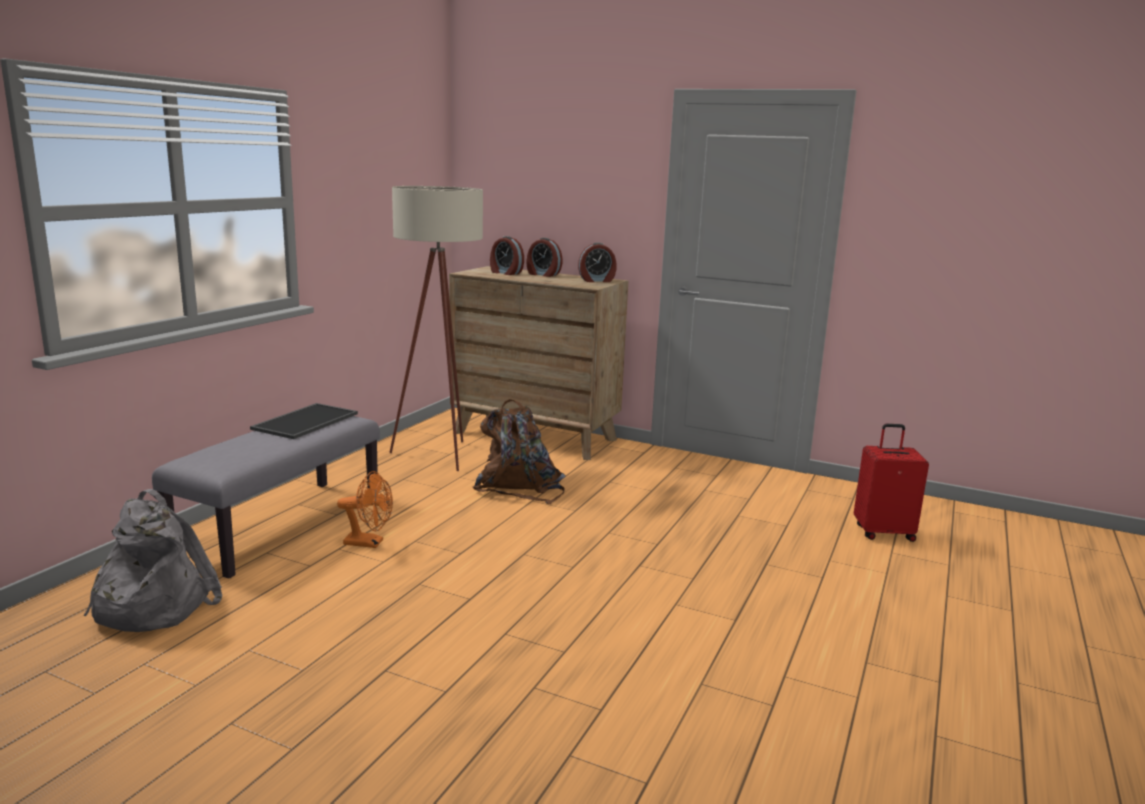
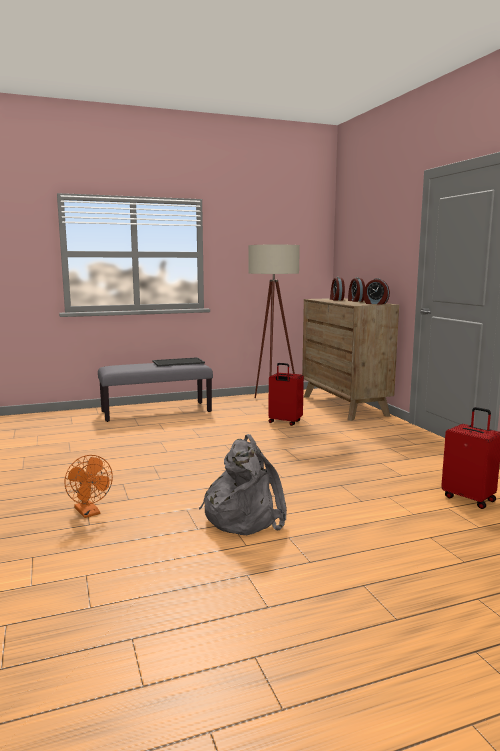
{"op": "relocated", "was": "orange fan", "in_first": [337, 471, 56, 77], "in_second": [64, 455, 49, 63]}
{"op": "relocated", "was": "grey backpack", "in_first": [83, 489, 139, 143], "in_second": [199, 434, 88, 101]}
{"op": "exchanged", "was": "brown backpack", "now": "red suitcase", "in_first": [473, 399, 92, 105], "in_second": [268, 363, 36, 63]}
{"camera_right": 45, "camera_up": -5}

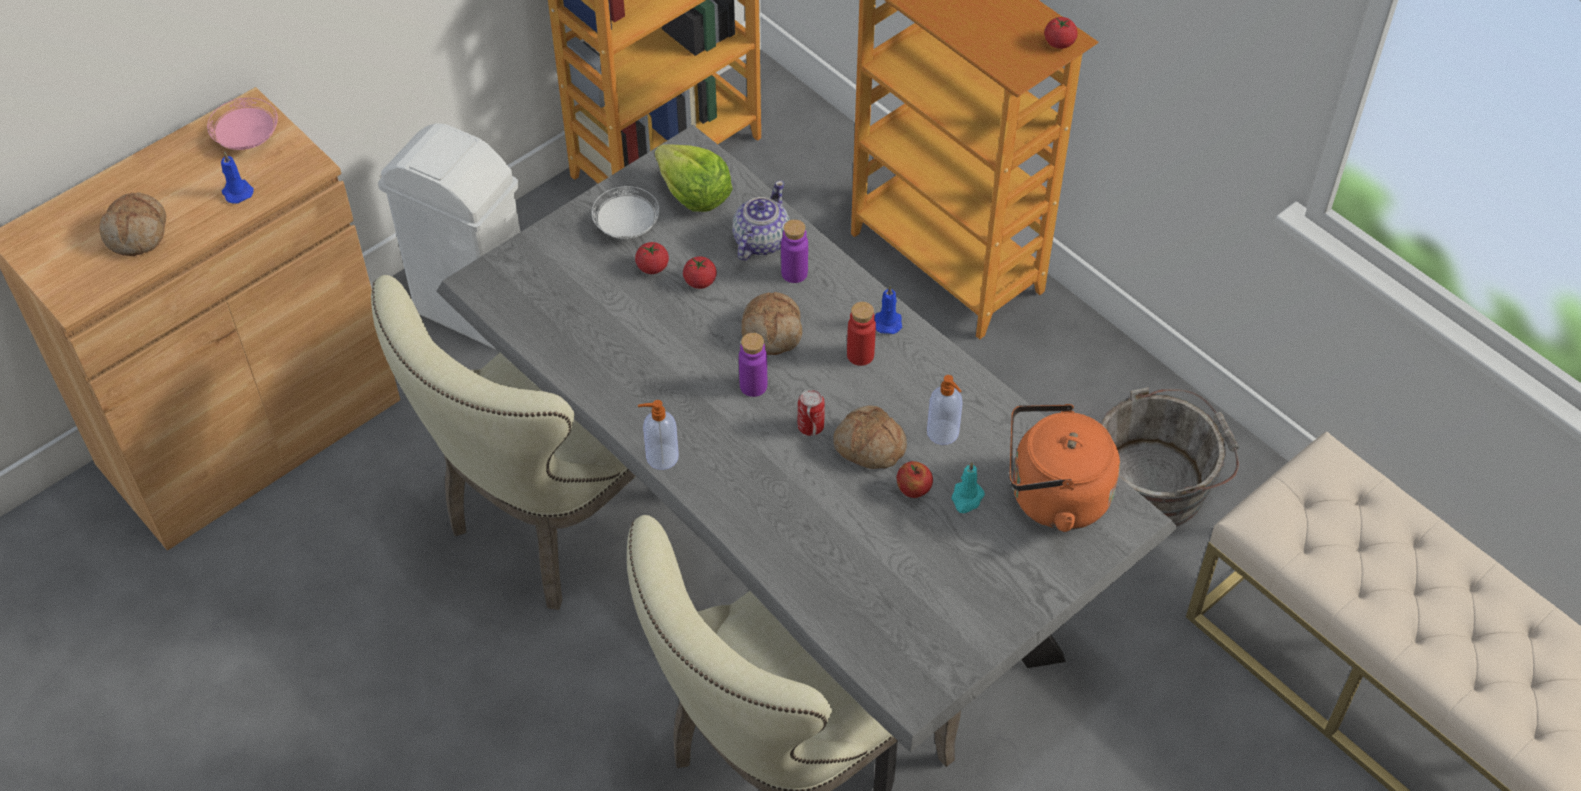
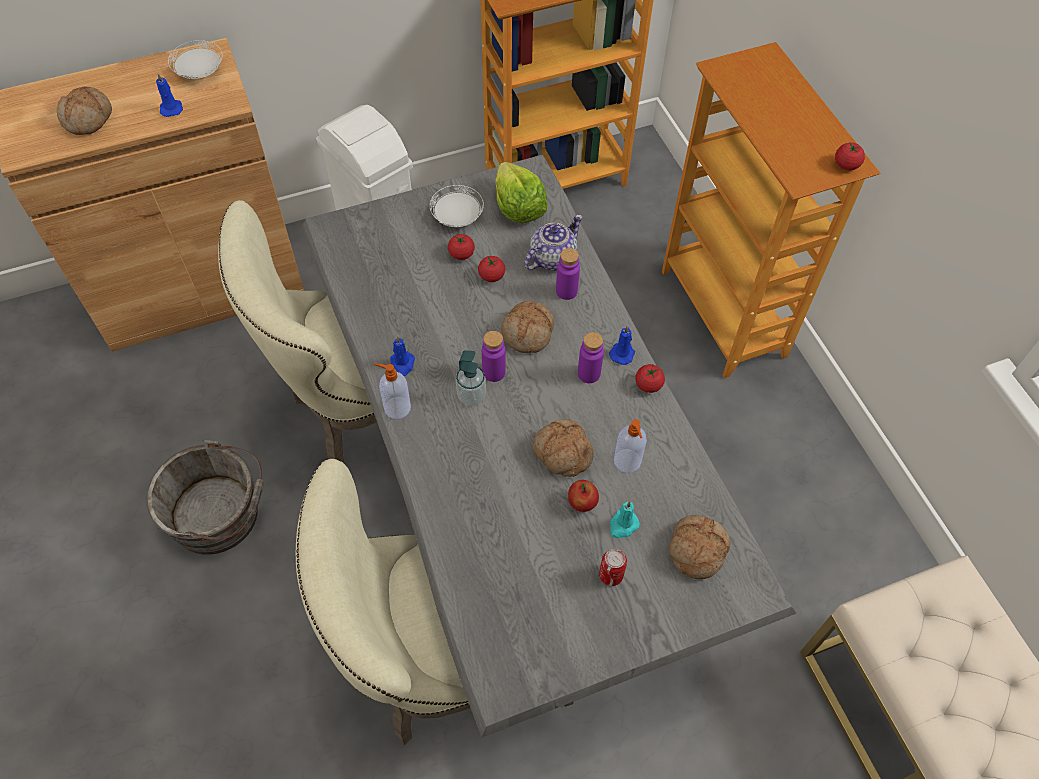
{"op": "relocated", "was": "grey bucket", "in_first": [1100, 387, 139, 139], "in_second": [146, 440, 119, 115]}
{"op": "colour", "was": "pink plate", "now": "white plate", "in_first": [207, 98, 71, 52], "in_second": [168, 40, 55, 39]}
{"op": "appeared", "now": "blue candle", "in_second": [390, 336, 25, 40]}
{"op": "appeared", "now": "soap dispenser", "in_second": [456, 350, 30, 56]}
{"op": "colour", "was": "red bottle", "now": "purple bottle", "in_first": [847, 302, 29, 64], "in_second": [578, 332, 26, 51]}
{"op": "relocated", "was": "can", "in_first": [798, 389, 27, 47], "in_second": [599, 549, 28, 37]}
{"op": "appeared", "now": "tomato", "in_second": [635, 364, 30, 29]}
{"op": "exchanged", "was": "orange kettle", "now": "bread", "in_first": [1010, 404, 110, 128], "in_second": [669, 515, 62, 64]}
{"camera_right": 20, "camera_up": 5}

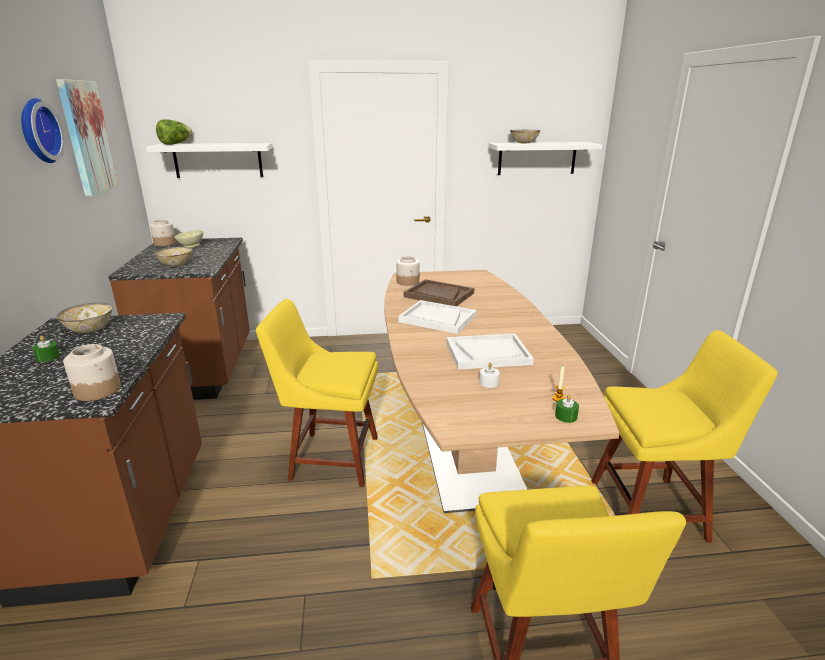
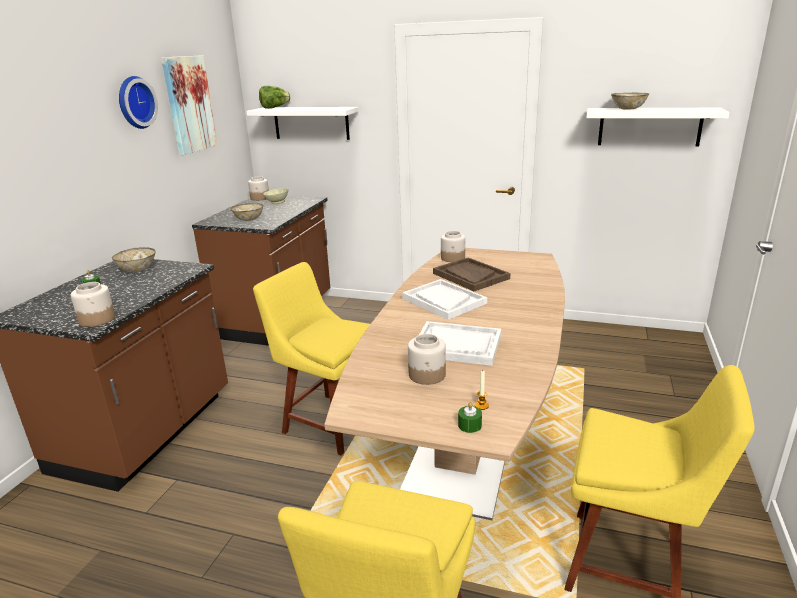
{"op": "exchanged", "was": "white candle", "now": "jar", "in_first": [479, 363, 20, 25], "in_second": [408, 334, 38, 51]}
{"camera_right": 25, "camera_up": 0}

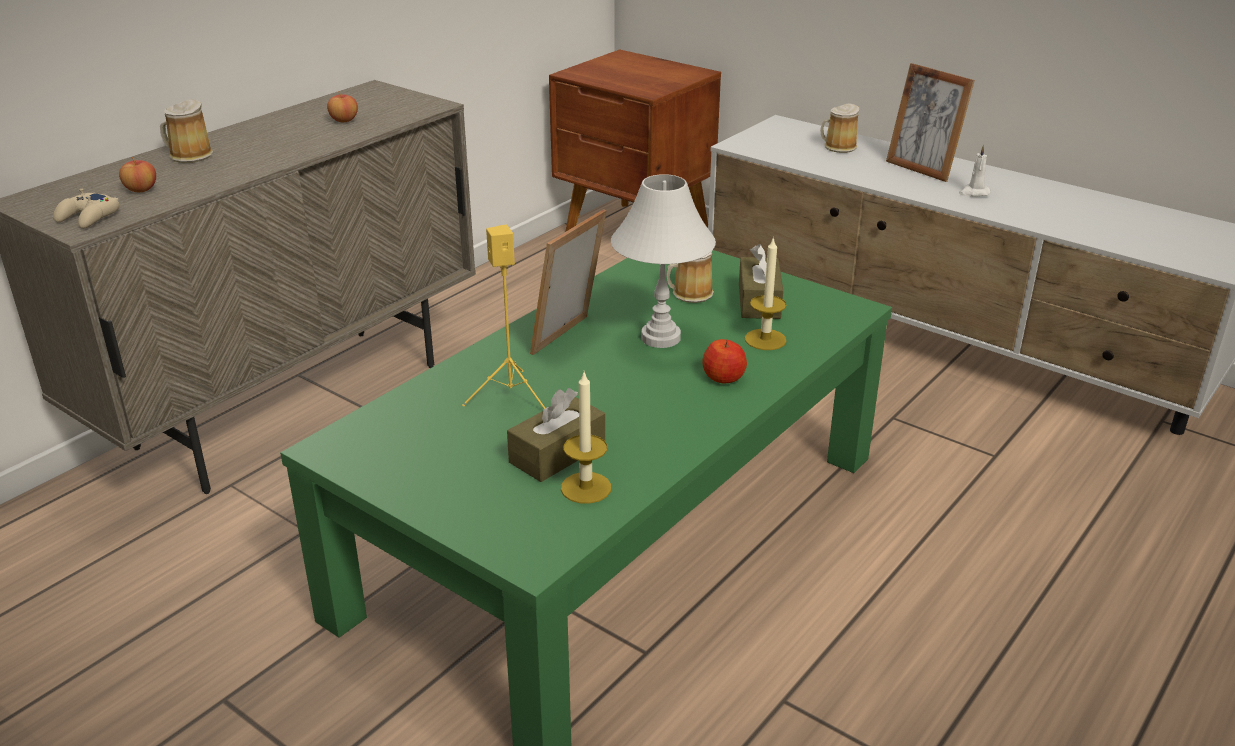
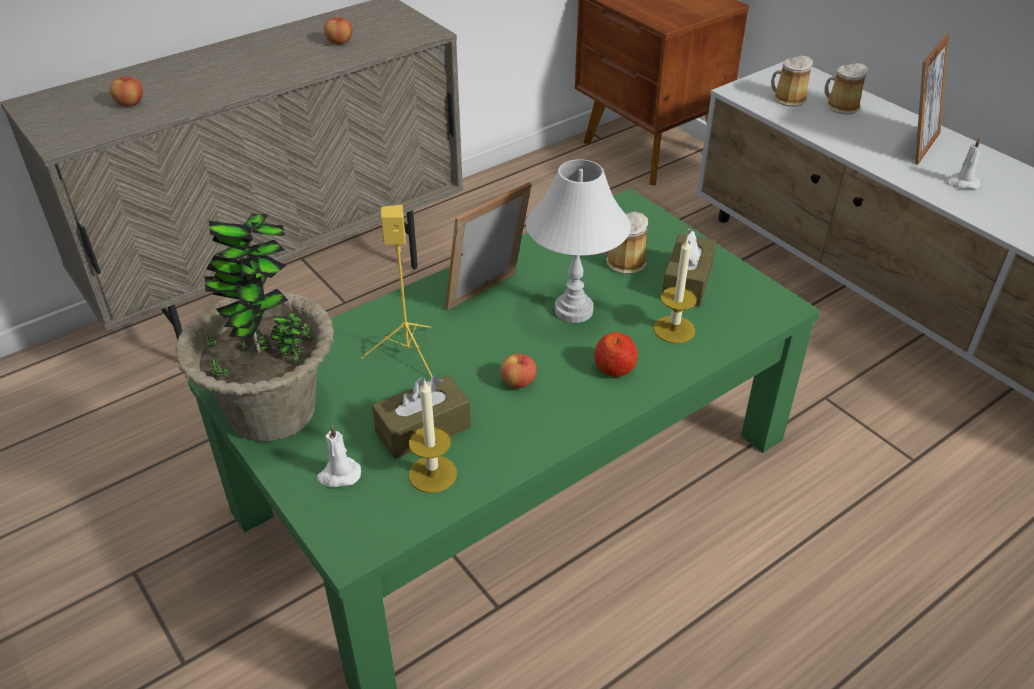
{"op": "appeared", "now": "potted plant", "in_second": [175, 214, 159, 227]}
{"op": "appeared", "now": "white candle", "in_second": [316, 424, 45, 64]}
{"op": "appeared", "now": "apple", "in_second": [501, 354, 36, 34]}
{"op": "relocated", "was": "mug", "in_first": [160, 99, 53, 64], "in_second": [771, 55, 42, 52]}
{"op": "spun", "was": "picture frame", "in_first": [886, 63, 89, 119], "in_second": [915, 34, 34, 130], "clockwise": -120}
{"op": "missing", "was": "beige game controller", "in_first": [53, 188, 67, 41]}
{"camera_right": 15, "camera_up": 10}

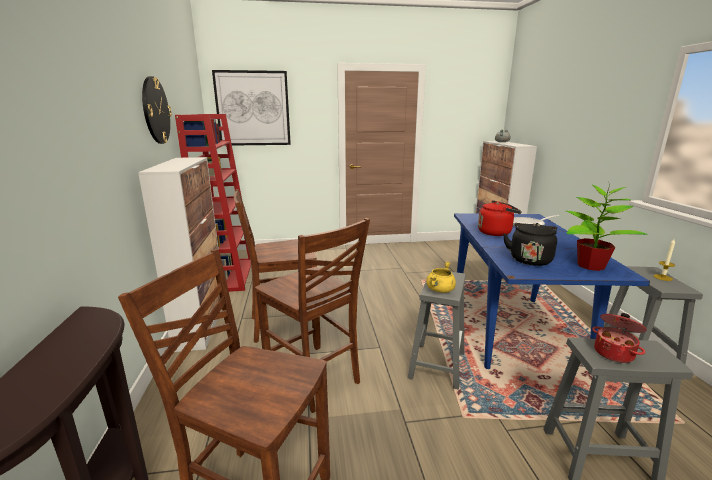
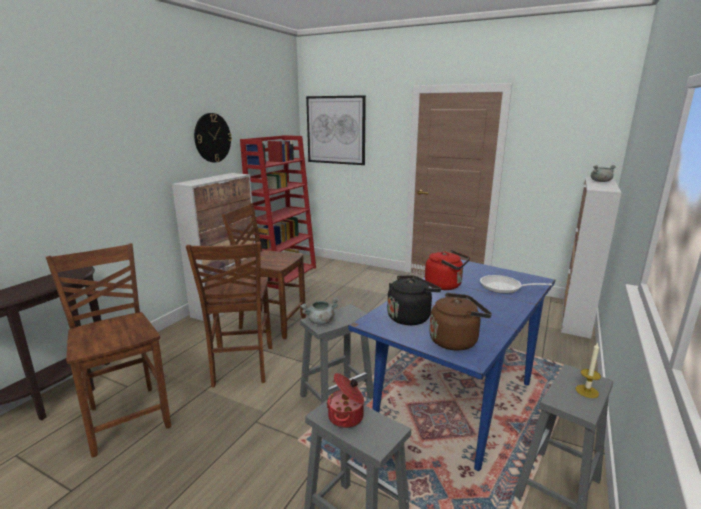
{"op": "colour", "was": "yellow cooking pot", "now": "grey cooking pot", "in_first": [426, 261, 30, 32], "in_second": [300, 297, 39, 28]}
{"op": "exchanged", "was": "potted plant", "now": "brown kettle", "in_first": [566, 185, 82, 86], "in_second": [429, 293, 63, 58]}
{"camera_right": 35, "camera_up": 0}

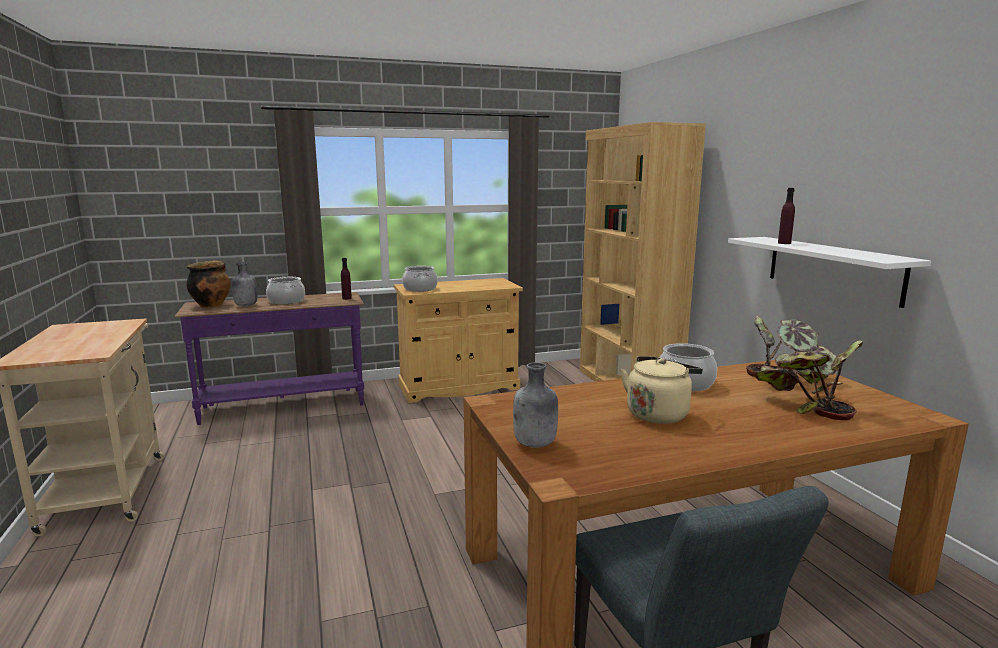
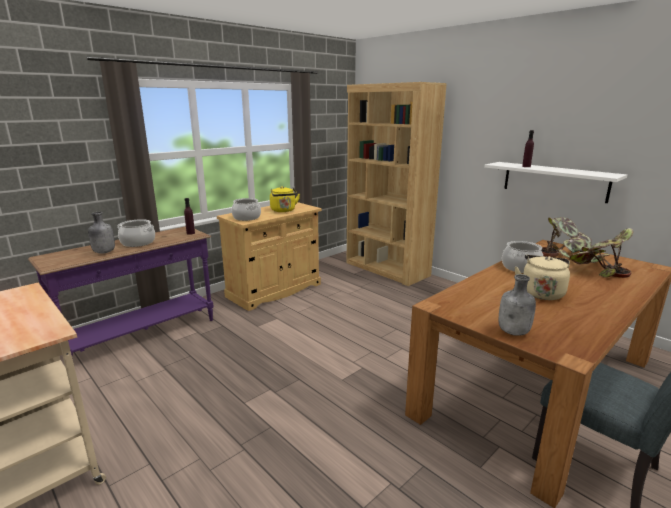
{"op": "appeared", "now": "yellow kettle", "in_second": [270, 186, 30, 26]}
{"op": "missing", "was": "cooking pot", "in_first": [186, 260, 44, 48]}
{"camera_right": -25, "camera_up": 5}

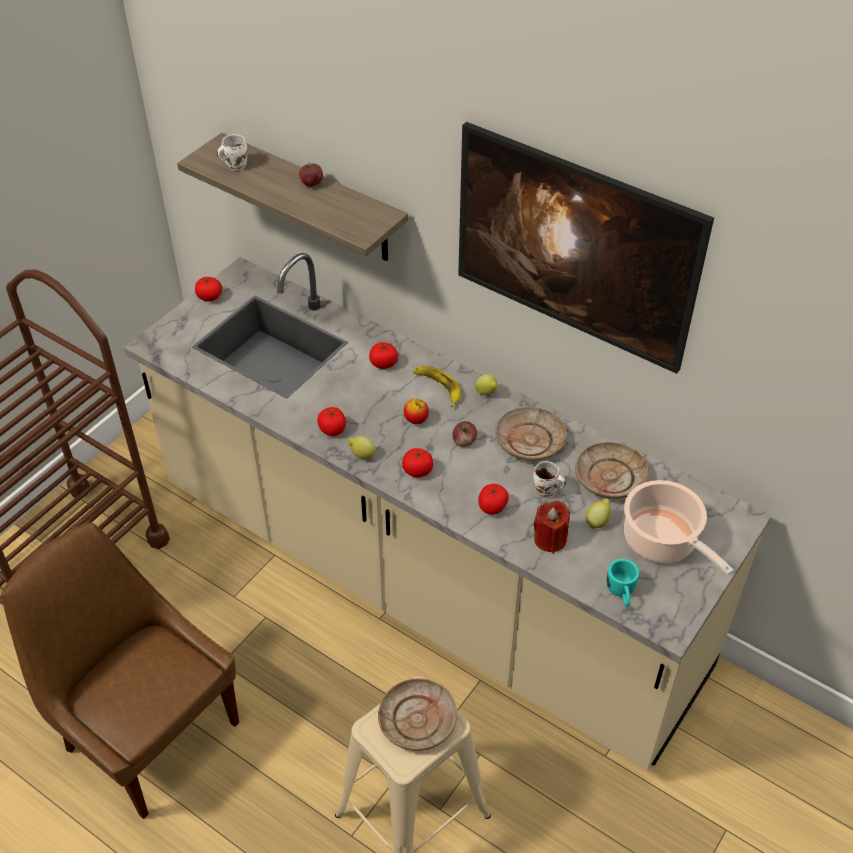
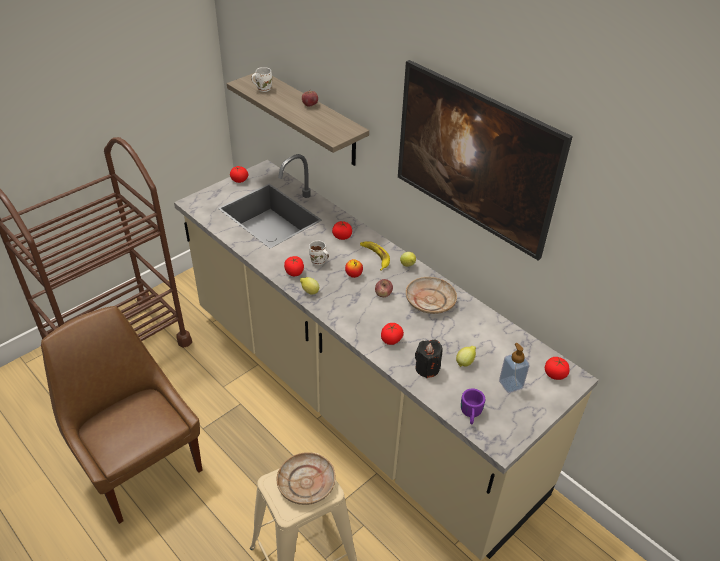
{"op": "relocated", "was": "white mug", "in_first": [533, 461, 33, 37], "in_second": [309, 240, 20, 25]}
{"op": "colour", "was": "red candle", "now": "black candle", "in_first": [534, 501, 36, 52], "in_second": [415, 340, 28, 38]}
{"op": "colour", "was": "turquoise mug", "now": "purple mug", "in_first": [607, 559, 32, 48], "in_second": [461, 389, 24, 35]}
{"op": "exchanged", "was": "cooking pot", "now": "soap dispenser", "in_first": [624, 480, 110, 96], "in_second": [499, 343, 31, 50]}
{"op": "relocated", "was": "tomato", "in_first": [402, 448, 31, 29], "in_second": [545, 357, 24, 23]}
{"op": "missing", "was": "beige plate", "in_first": [575, 442, 74, 57]}
{"camera_right": 10, "camera_up": -5}

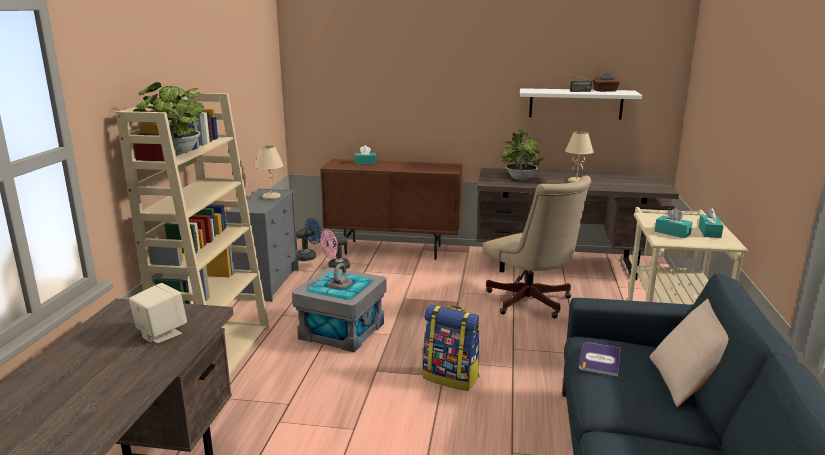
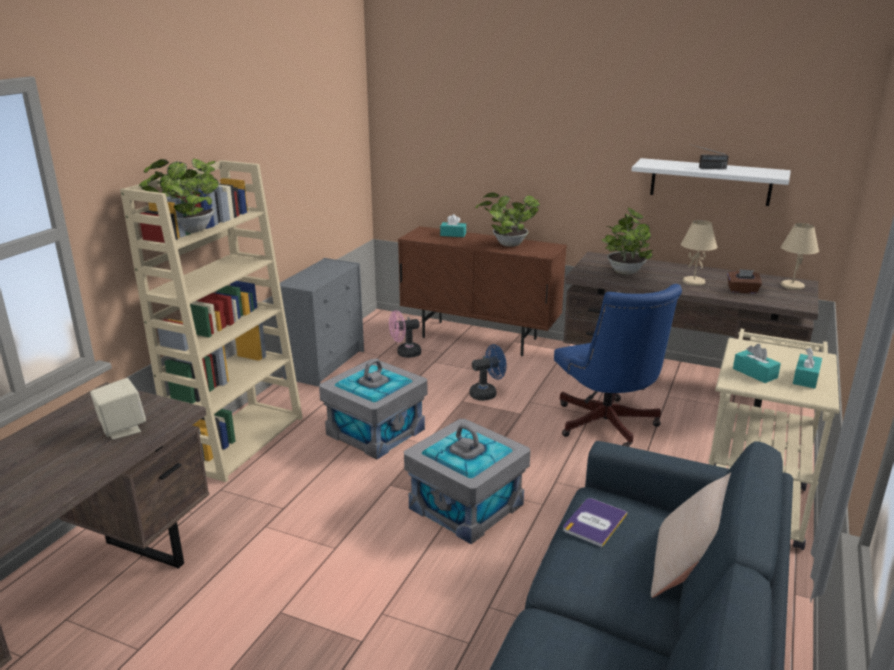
{"op": "exchanged", "was": "backpack", "now": "grey storage box", "in_first": [423, 305, 57, 86], "in_second": [404, 419, 126, 125]}
{"op": "relocated", "was": "blue fan", "in_first": [296, 218, 26, 43], "in_second": [470, 344, 36, 57]}
{"op": "appeared", "now": "potted plant", "in_second": [475, 192, 65, 55]}
{"op": "colour", "was": "beige office chair", "now": "blue office chair", "in_first": [483, 175, 108, 143], "in_second": [554, 284, 128, 163]}
{"op": "relocated", "was": "brown tissue box", "in_first": [593, 73, 27, 19], "in_second": [727, 269, 35, 25]}
{"op": "relocated", "was": "beige table lamp", "in_first": [254, 145, 30, 55], "in_second": [781, 223, 38, 67]}
{"camera_right": 15, "camera_up": 5}

